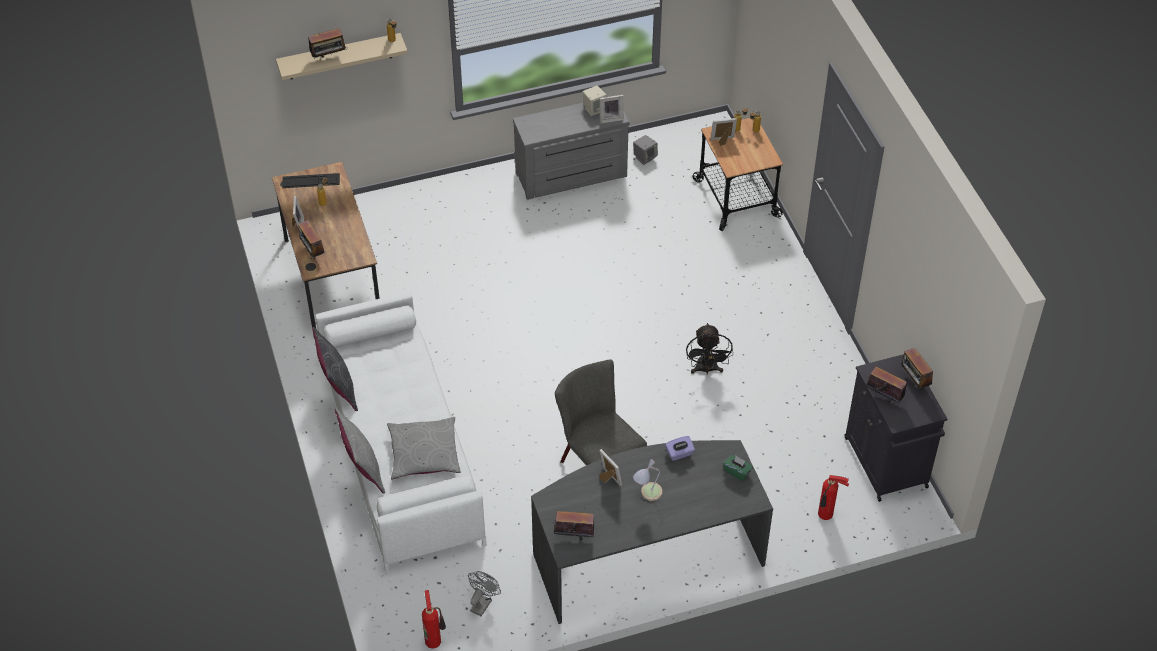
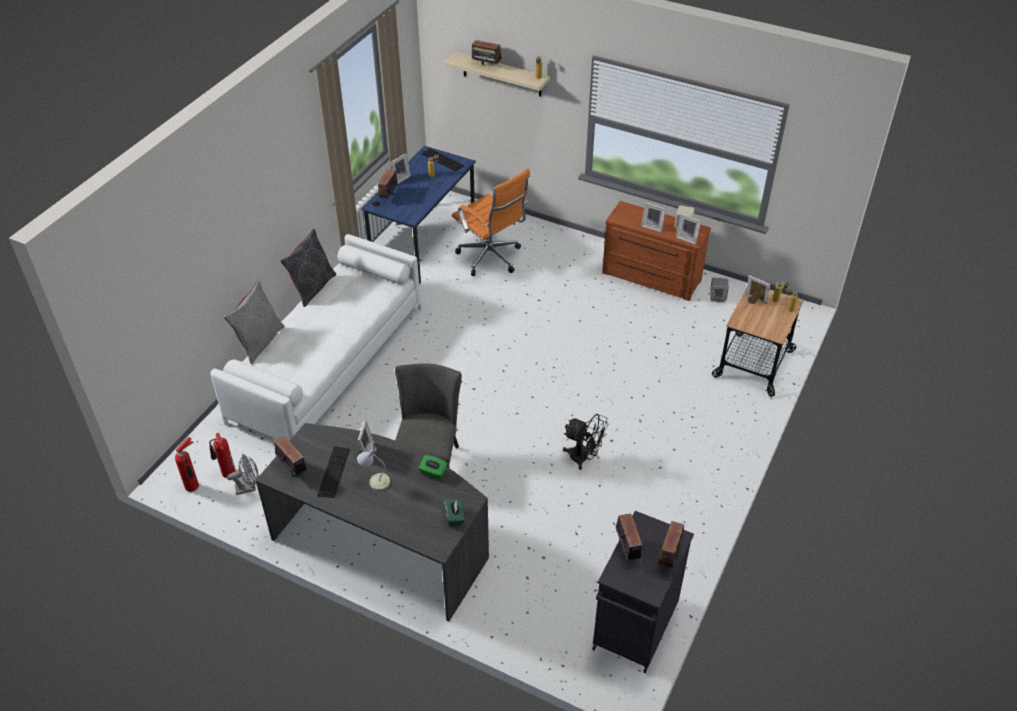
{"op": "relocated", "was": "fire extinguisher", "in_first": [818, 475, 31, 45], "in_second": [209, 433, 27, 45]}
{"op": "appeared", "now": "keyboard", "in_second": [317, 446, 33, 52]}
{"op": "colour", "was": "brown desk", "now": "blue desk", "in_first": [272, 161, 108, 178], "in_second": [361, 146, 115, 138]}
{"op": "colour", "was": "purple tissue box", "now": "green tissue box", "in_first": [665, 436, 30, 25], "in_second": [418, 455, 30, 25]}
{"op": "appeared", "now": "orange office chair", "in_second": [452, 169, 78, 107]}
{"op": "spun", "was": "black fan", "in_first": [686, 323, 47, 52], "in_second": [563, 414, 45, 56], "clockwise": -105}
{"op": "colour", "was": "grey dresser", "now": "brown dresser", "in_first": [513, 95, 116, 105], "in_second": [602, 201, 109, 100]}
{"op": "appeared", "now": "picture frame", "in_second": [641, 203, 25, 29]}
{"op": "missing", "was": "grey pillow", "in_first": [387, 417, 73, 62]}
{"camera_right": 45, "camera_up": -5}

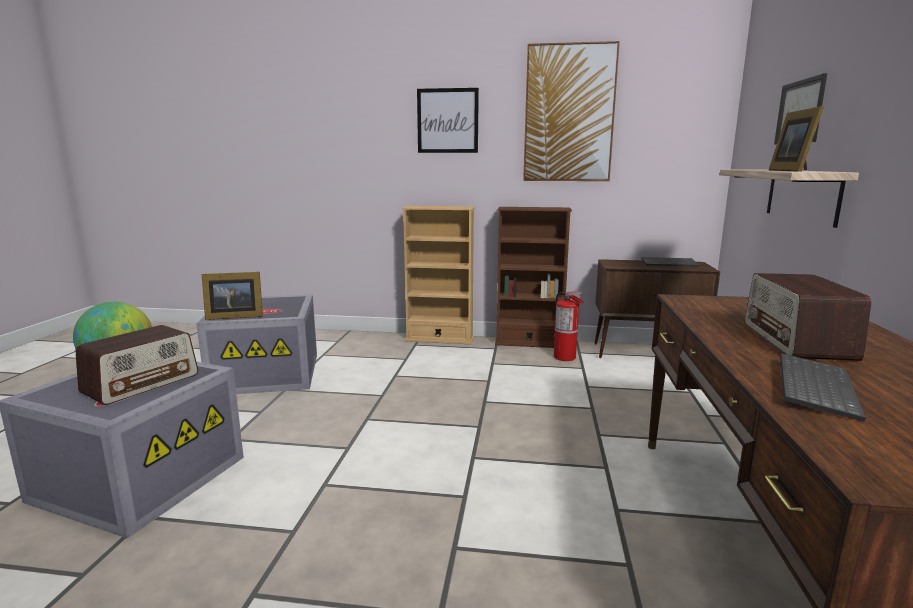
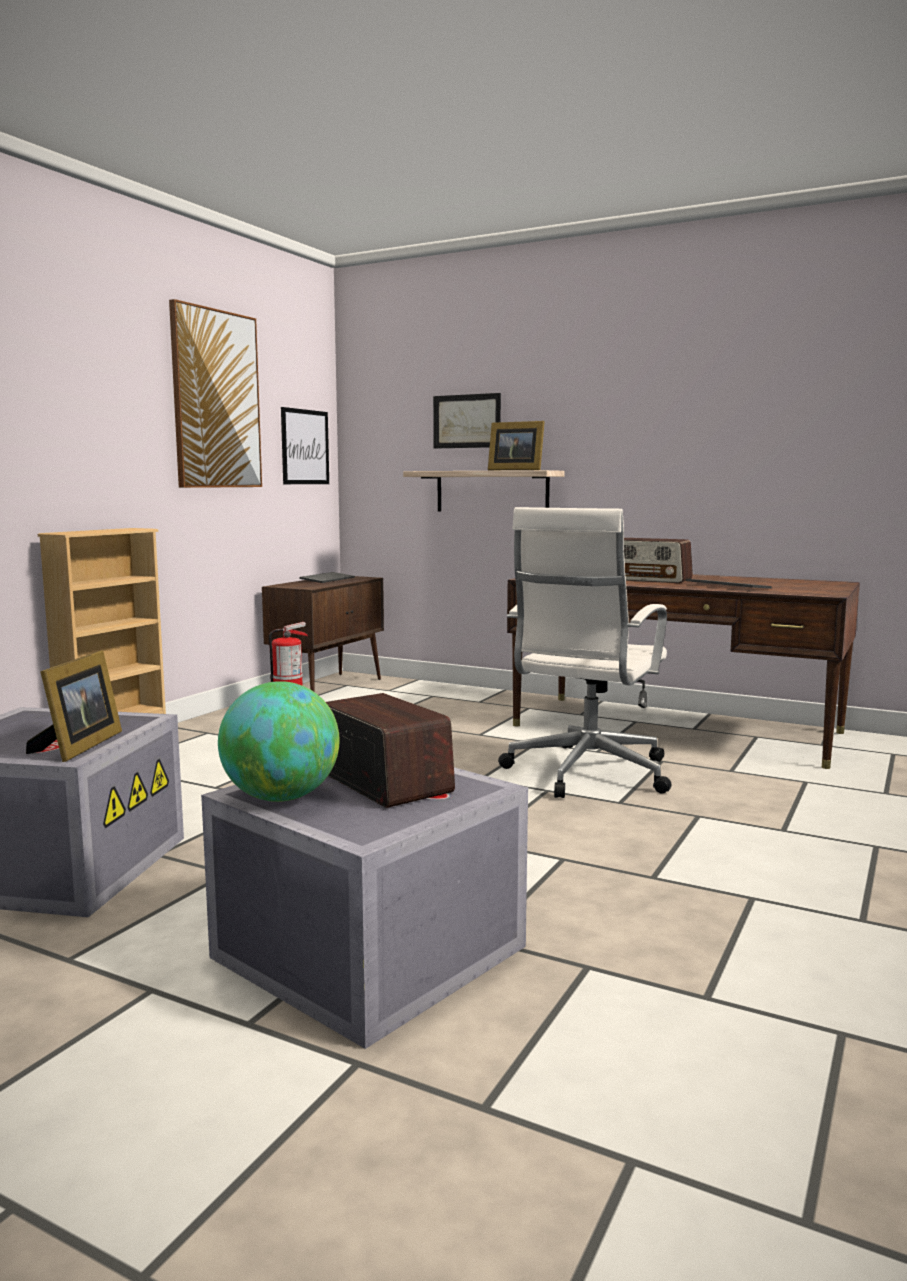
{"op": "relocated", "was": "picture", "in_first": [417, 88, 62, 65], "in_second": [281, 407, 48, 77]}
{"op": "appeared", "now": "white office chair", "in_second": [498, 507, 173, 291]}
{"op": "missing", "was": "brown bookcase", "in_first": [495, 207, 77, 141]}
{"camera_right": -70, "camera_up": -5}

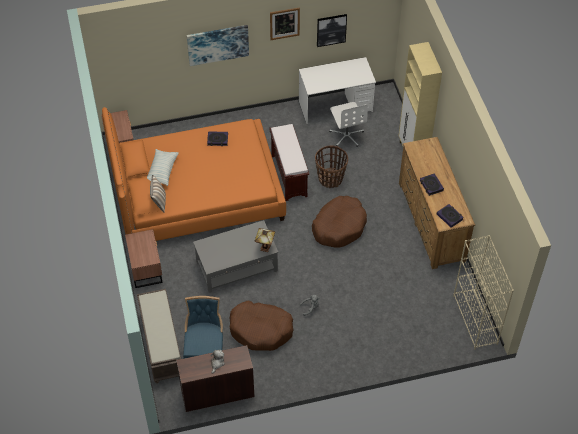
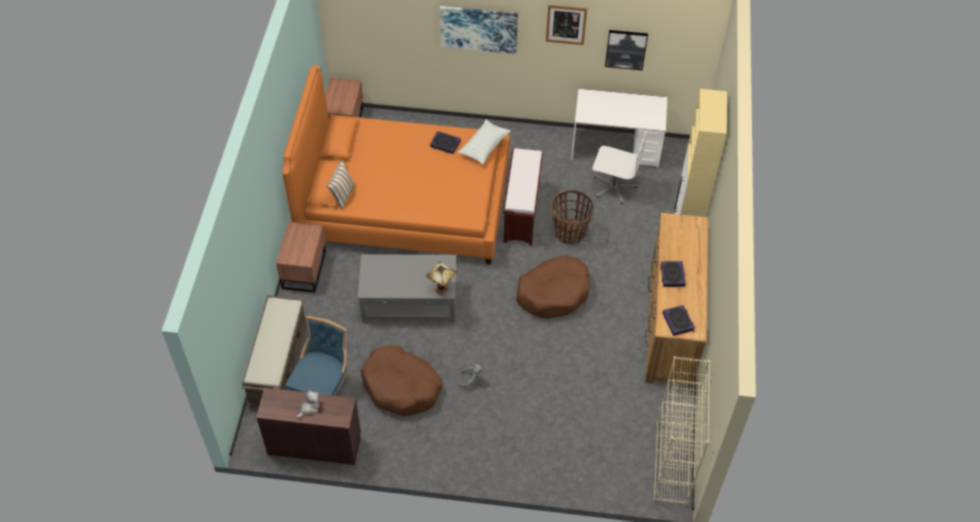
{"op": "relocated", "was": "pillow", "in_first": [147, 149, 32, 37], "in_second": [458, 120, 53, 45]}
{"op": "spun", "was": "white office chair", "in_first": [329, 102, 39, 45], "in_second": [593, 130, 54, 74], "clockwise": -75}
{"camera_right": 20, "camera_up": 0}

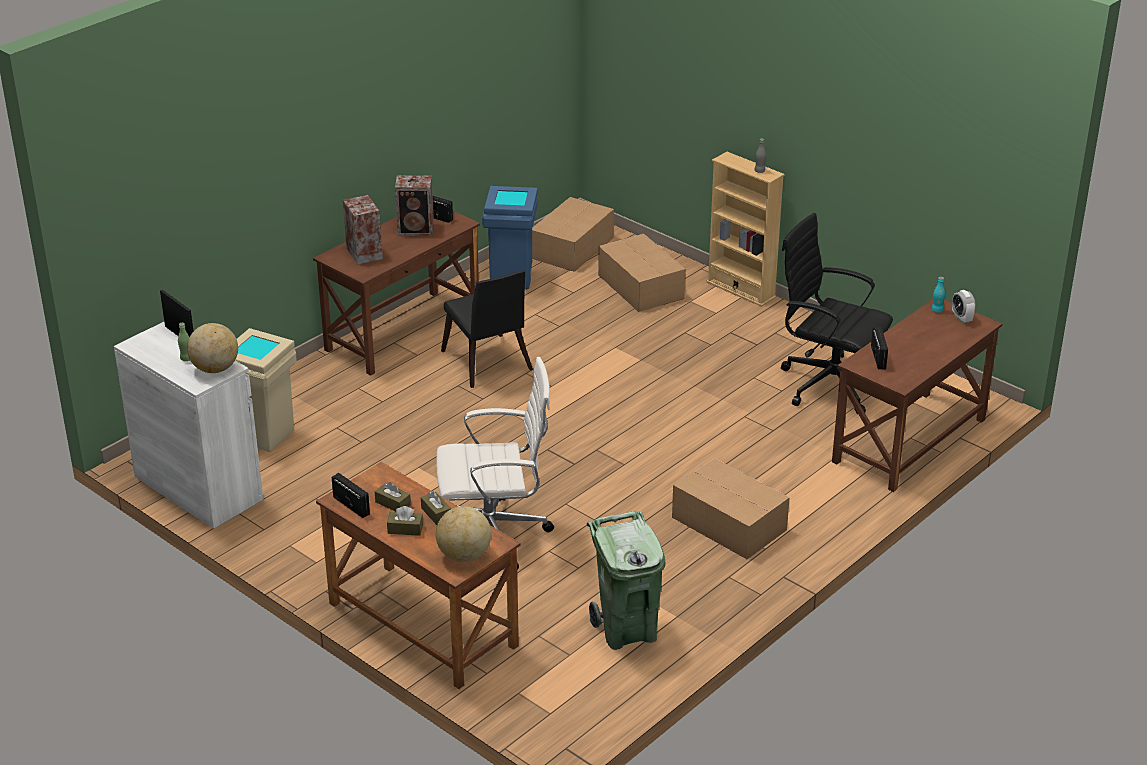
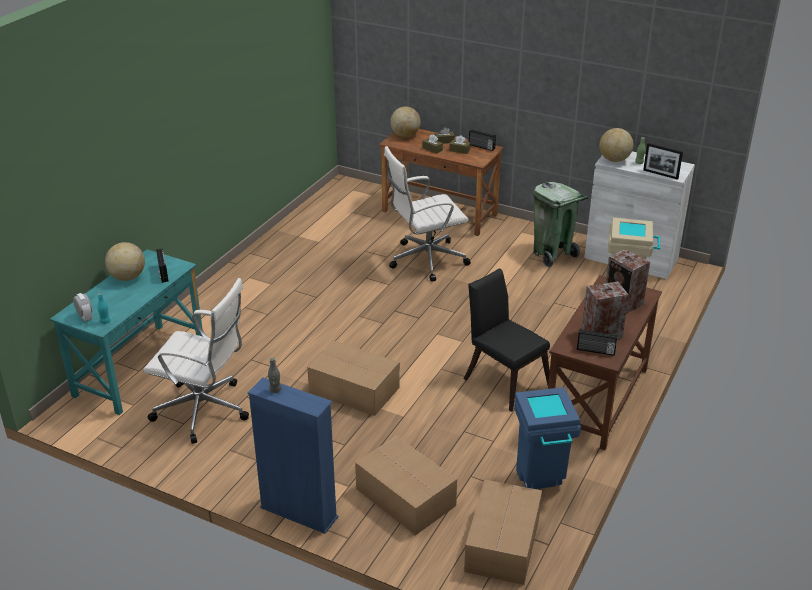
{"op": "colour", "was": "brown desk", "now": "turquoise desk", "in_first": [832, 299, 171, 193], "in_second": [50, 249, 153, 166]}
{"op": "appeared", "now": "globe", "in_second": [105, 242, 40, 39]}
{"op": "colour", "was": "black office chair", "now": "white office chair", "in_first": [781, 213, 112, 201], "in_second": [143, 278, 106, 166]}
{"op": "colour", "was": "beige bookcase", "now": "blue bookcase", "in_first": [706, 152, 79, 155], "in_second": [248, 378, 90, 156]}
{"op": "relocated", "was": "cardboard box", "in_first": [672, 458, 117, 101], "in_second": [307, 341, 92, 75]}
{"op": "relocated", "was": "green trash can", "in_first": [587, 511, 78, 139], "in_second": [532, 182, 57, 86]}
{"camera_right": 165, "camera_up": 0}

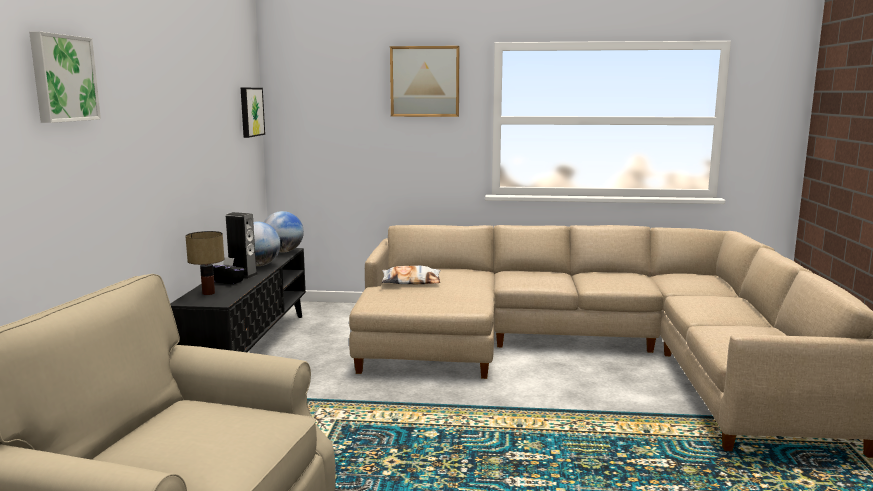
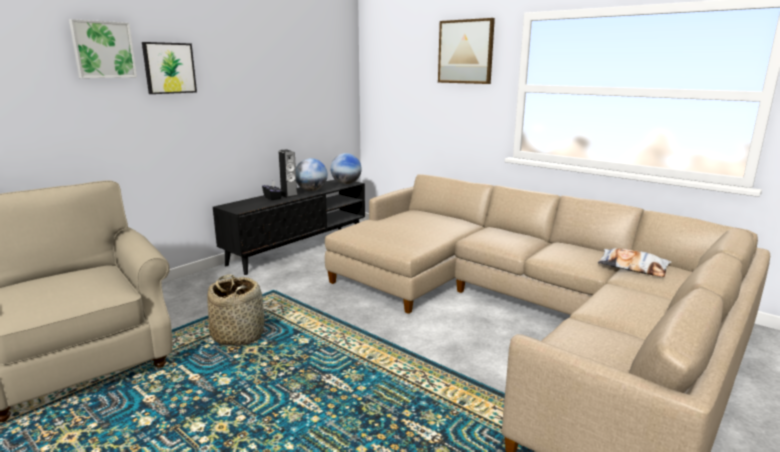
{"op": "relocated", "was": "picture", "in_first": [241, 88, 24, 50], "in_second": [142, 42, 55, 52]}
{"op": "appeared", "now": "basket", "in_second": [207, 274, 57, 72]}
{"op": "relocated", "was": "pillow", "in_first": [382, 265, 59, 19], "in_second": [598, 248, 74, 29]}
{"op": "missing", "was": "table lamp", "in_first": [185, 231, 39, 64]}
{"camera_right": 35, "camera_up": 5}

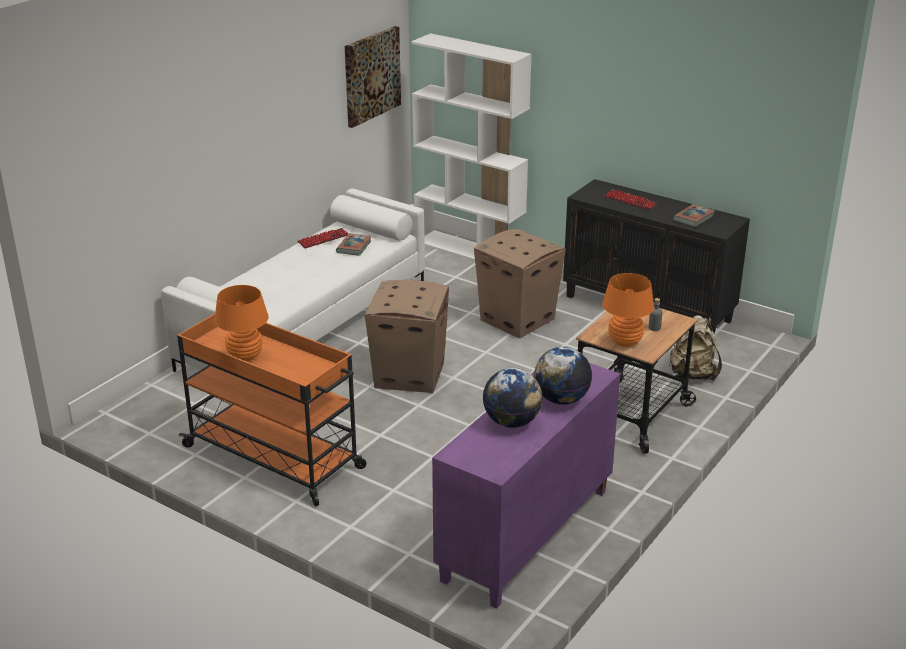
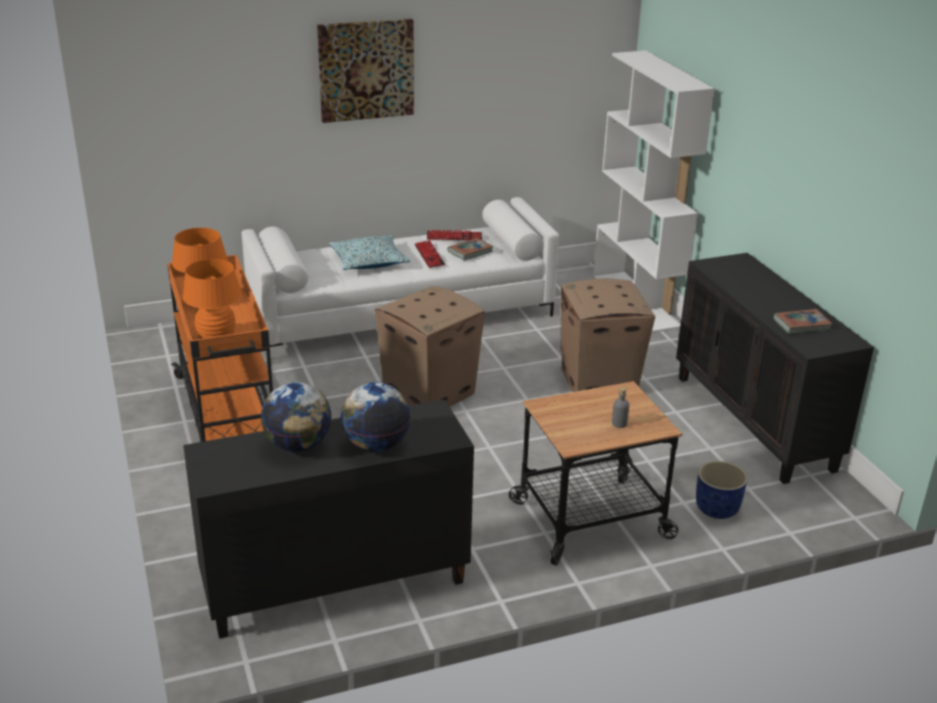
{"op": "relocated", "was": "orange table lamp", "in_first": [602, 273, 52, 74], "in_second": [183, 259, 59, 79]}
{"op": "colour", "was": "purple cabinet", "now": "black cabinet", "in_first": [432, 363, 188, 246], "in_second": [183, 400, 291, 239]}
{"op": "relocated", "was": "picture", "in_first": [345, 26, 56, 102], "in_second": [317, 19, 97, 104]}
{"op": "appeared", "now": "pillow", "in_second": [329, 235, 81, 35]}
{"op": "relocated", "was": "keyboard", "in_first": [604, 189, 54, 21], "in_second": [415, 240, 30, 28]}
{"op": "exchanged", "was": "beige backpack", "now": "blue planter", "in_first": [669, 315, 53, 66], "in_second": [696, 461, 51, 58]}
{"camera_right": 35, "camera_up": 0}

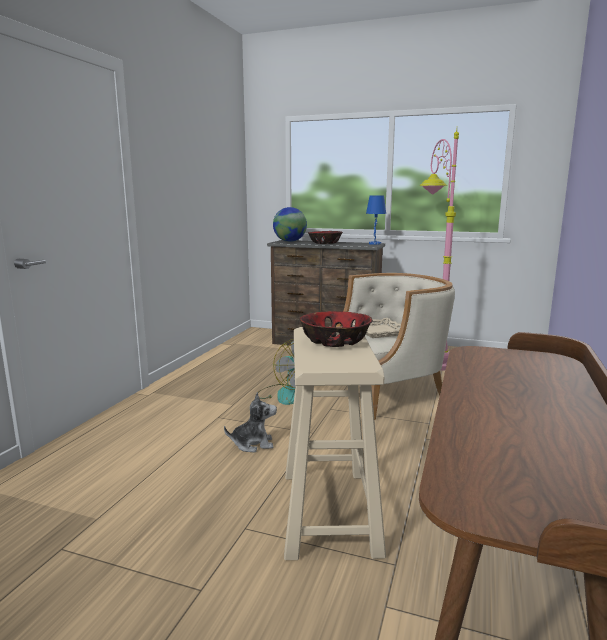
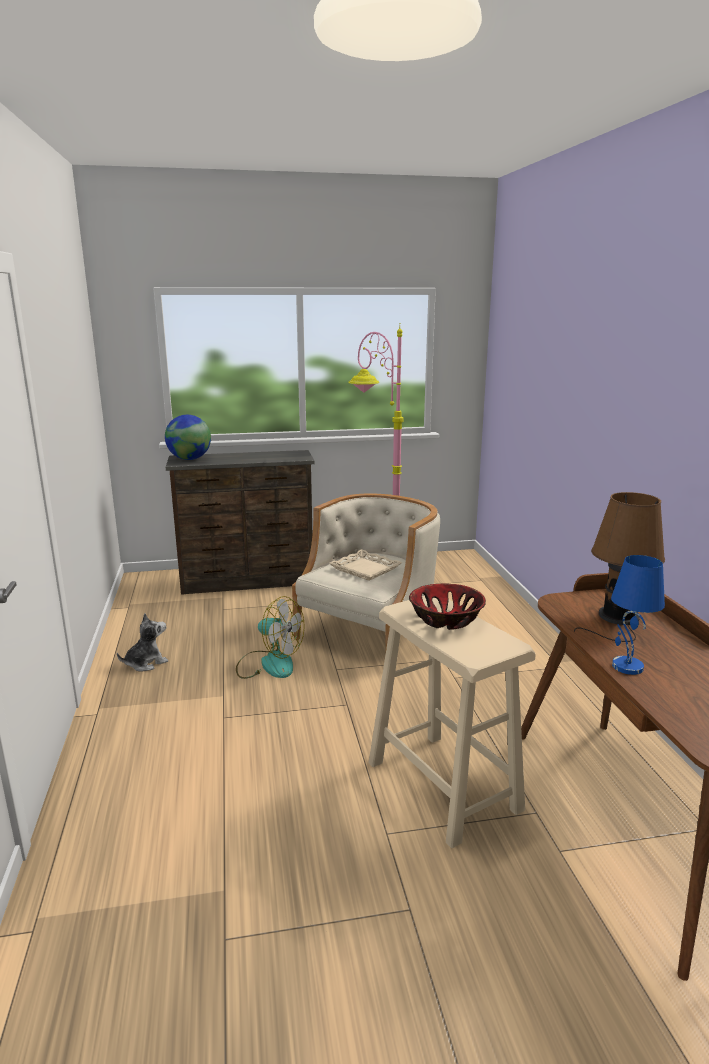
{"op": "relocated", "was": "plush toy", "in_first": [224, 392, 53, 60], "in_second": [117, 613, 51, 58]}
{"op": "appeared", "now": "brown table lamp", "in_second": [574, 492, 91, 150]}
{"op": "relocated", "was": "blue table lamp", "in_first": [366, 195, 20, 50], "in_second": [611, 555, 54, 120]}
{"op": "missing", "was": "bowl", "in_first": [308, 231, 35, 13]}
{"camera_right": -30, "camera_up": 5}

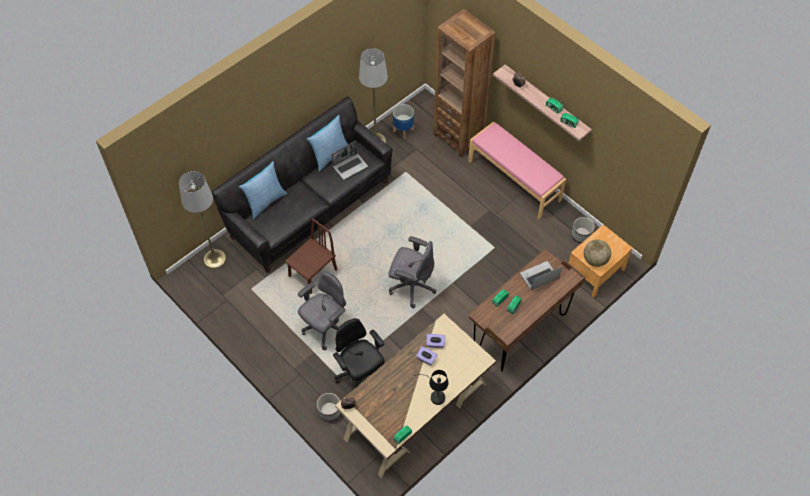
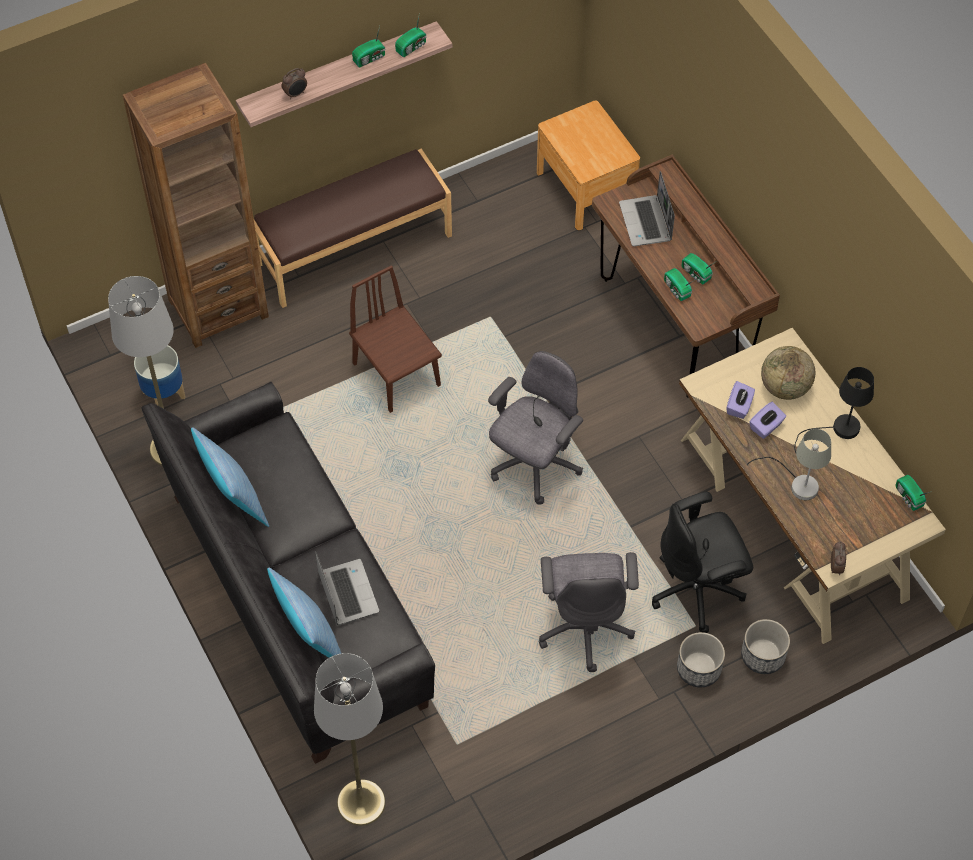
{"op": "colour", "was": "pink bench", "now": "brown bench", "in_first": [468, 122, 98, 97], "in_second": [254, 149, 198, 159]}
{"op": "relocated", "was": "laptop", "in_first": [331, 141, 37, 39], "in_second": [315, 552, 64, 73]}
{"op": "relocated", "was": "brown chair", "in_first": [285, 218, 52, 76], "in_second": [349, 265, 93, 148]}
{"op": "spun", "was": "grey office chair", "in_first": [298, 272, 48, 78], "in_second": [539, 552, 100, 120], "clockwise": -150}
{"op": "relocated", "was": "planter", "in_first": [571, 217, 24, 26], "in_second": [677, 632, 48, 55]}
{"op": "appeared", "now": "grey table lamp", "in_second": [747, 429, 84, 71]}
{"op": "relocated", "was": "globe", "in_first": [584, 239, 27, 28], "in_second": [761, 346, 54, 54]}
{"camera_right": -75, "camera_up": 0}

